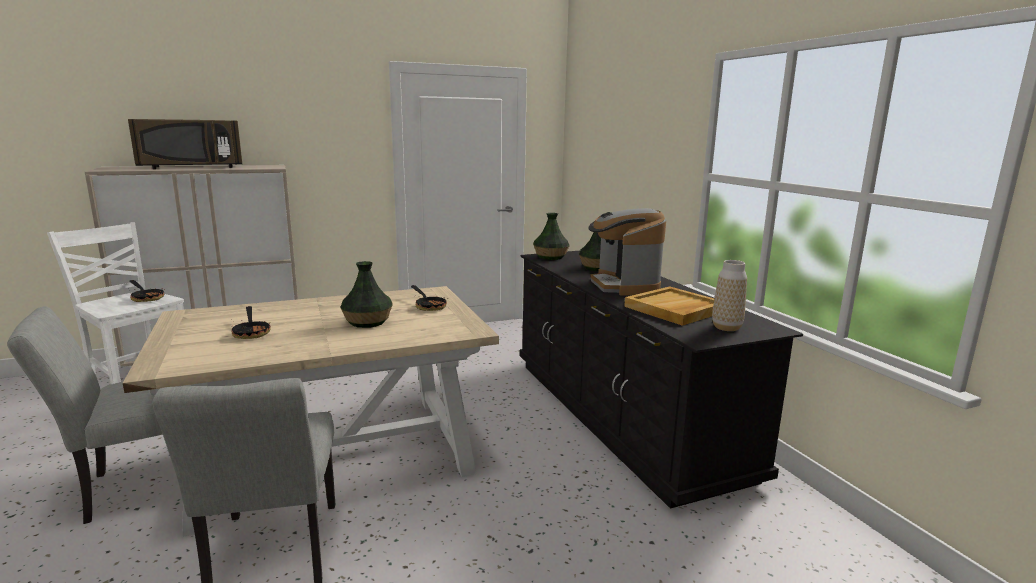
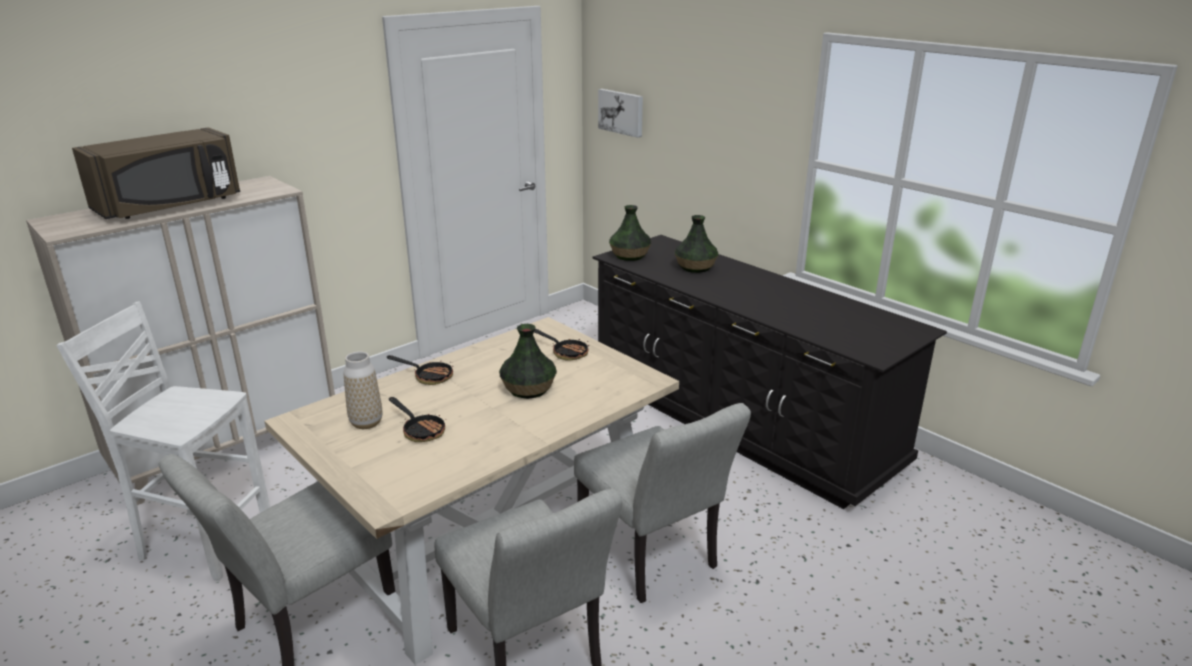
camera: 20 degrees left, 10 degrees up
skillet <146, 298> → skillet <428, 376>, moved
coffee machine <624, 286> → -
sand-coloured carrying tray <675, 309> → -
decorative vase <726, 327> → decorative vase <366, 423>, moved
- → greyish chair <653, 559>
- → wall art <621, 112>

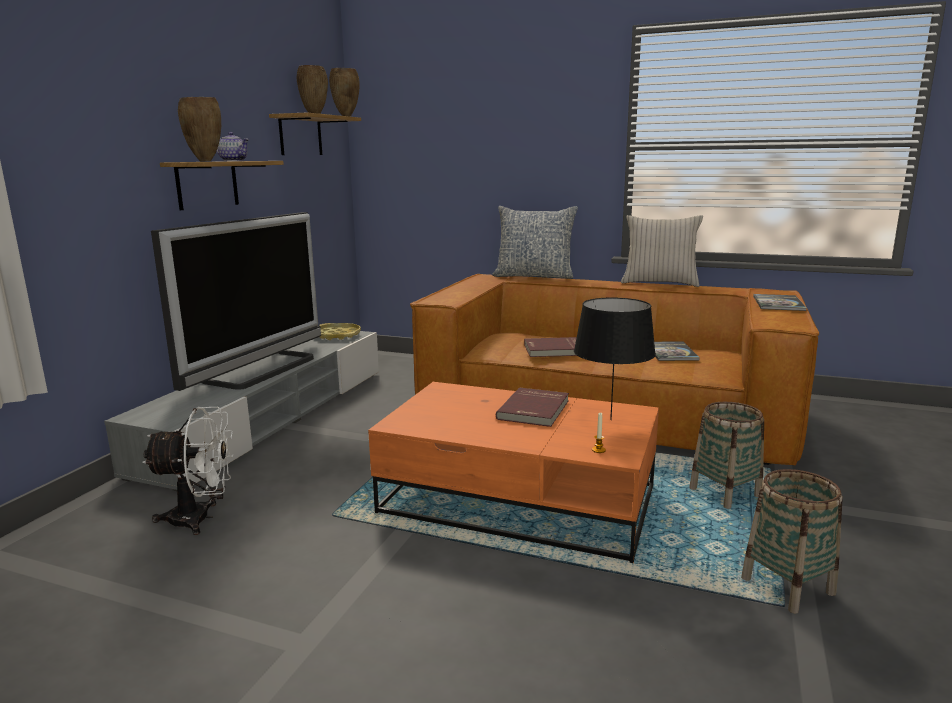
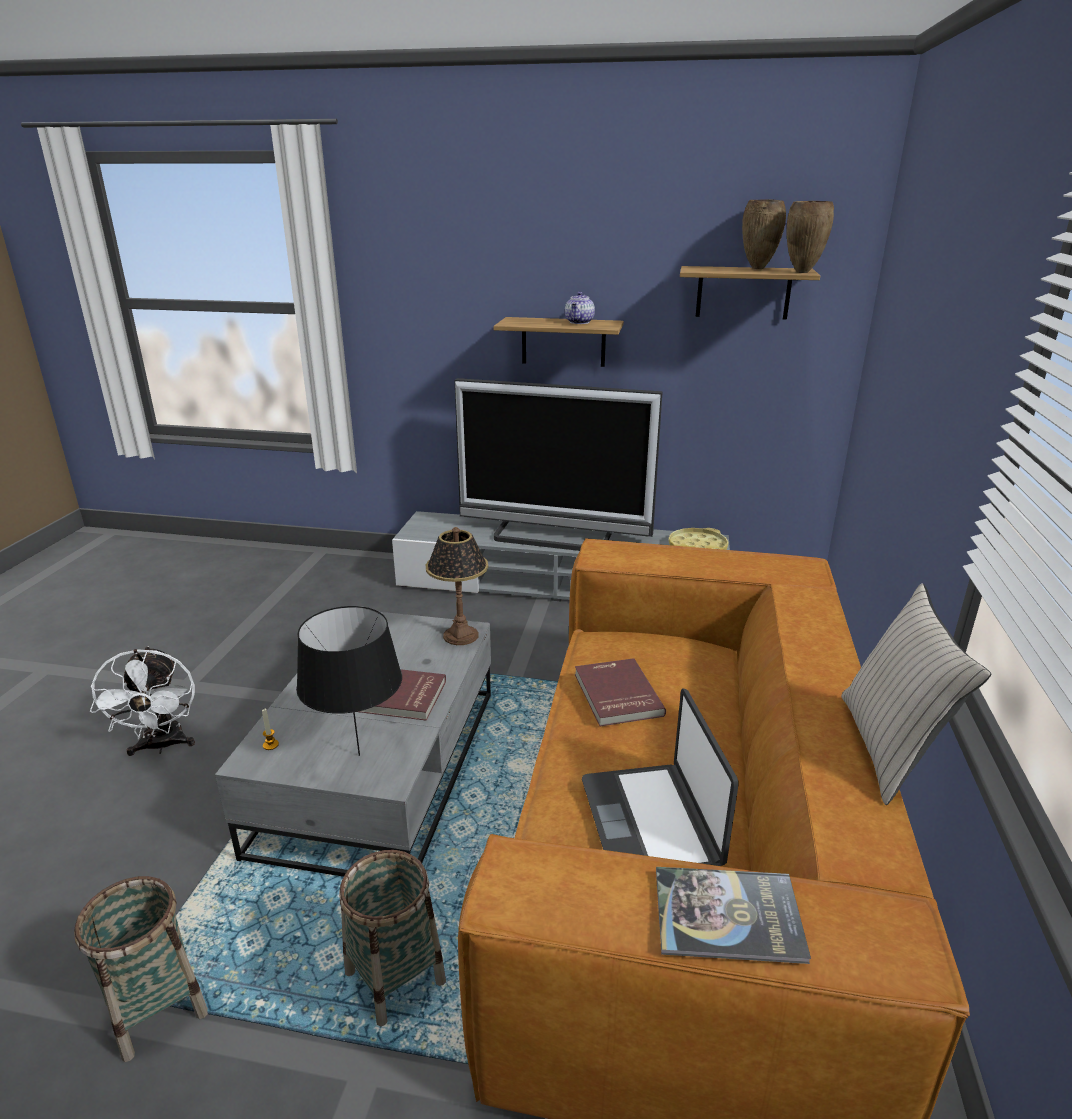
camera: 80 degrees right, 10 degrees up
white cooling fan <200, 518> → white cooling fan <162, 746>, moved
brown-coloured decorative vase <204, 161> → -
orange low table <520, 500> → greyish low table <381, 770>
pillow <534, 276> → -
bound book <671, 352> → portable computer <651, 822>
- → table lamp <460, 636>

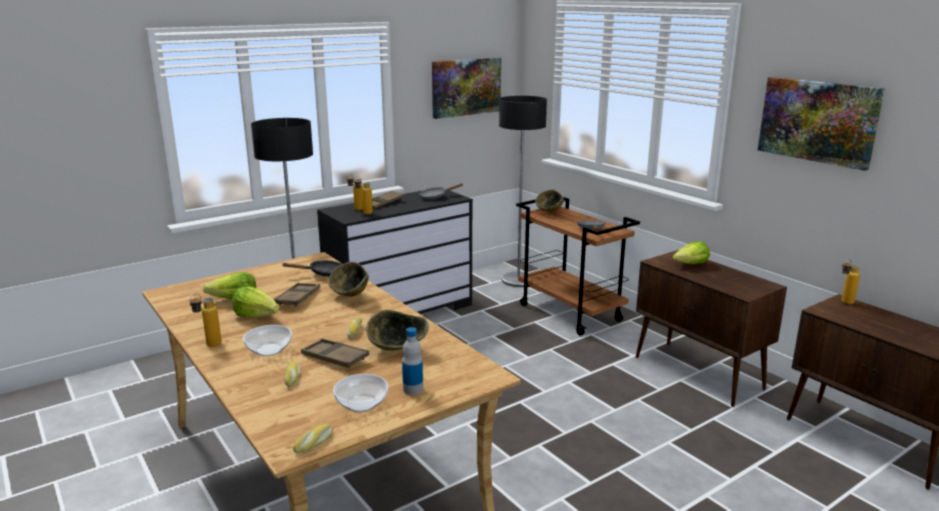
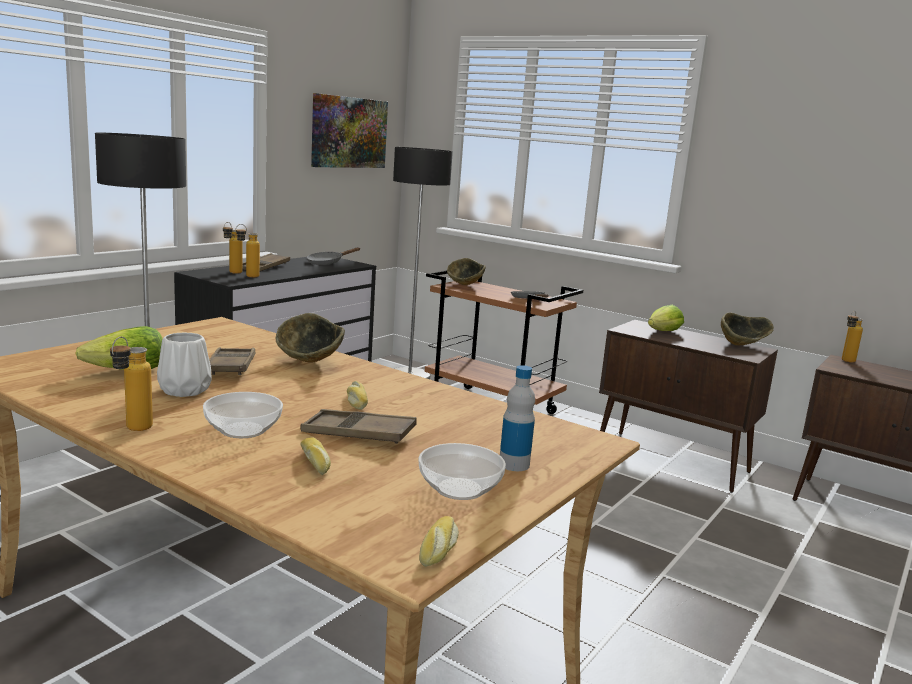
camera: 20 degrees left, 5 degrees down
lettuce <257, 316> → white decorative vase <184, 390>
black-coloured skillet <323, 274> → -
bowl <397, 349> → bowl <742, 345>, moved
wall art <818, 121> → -

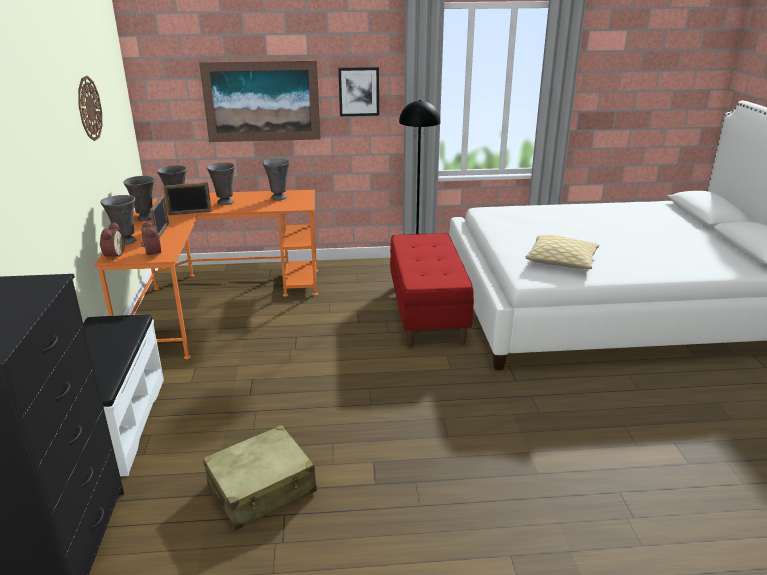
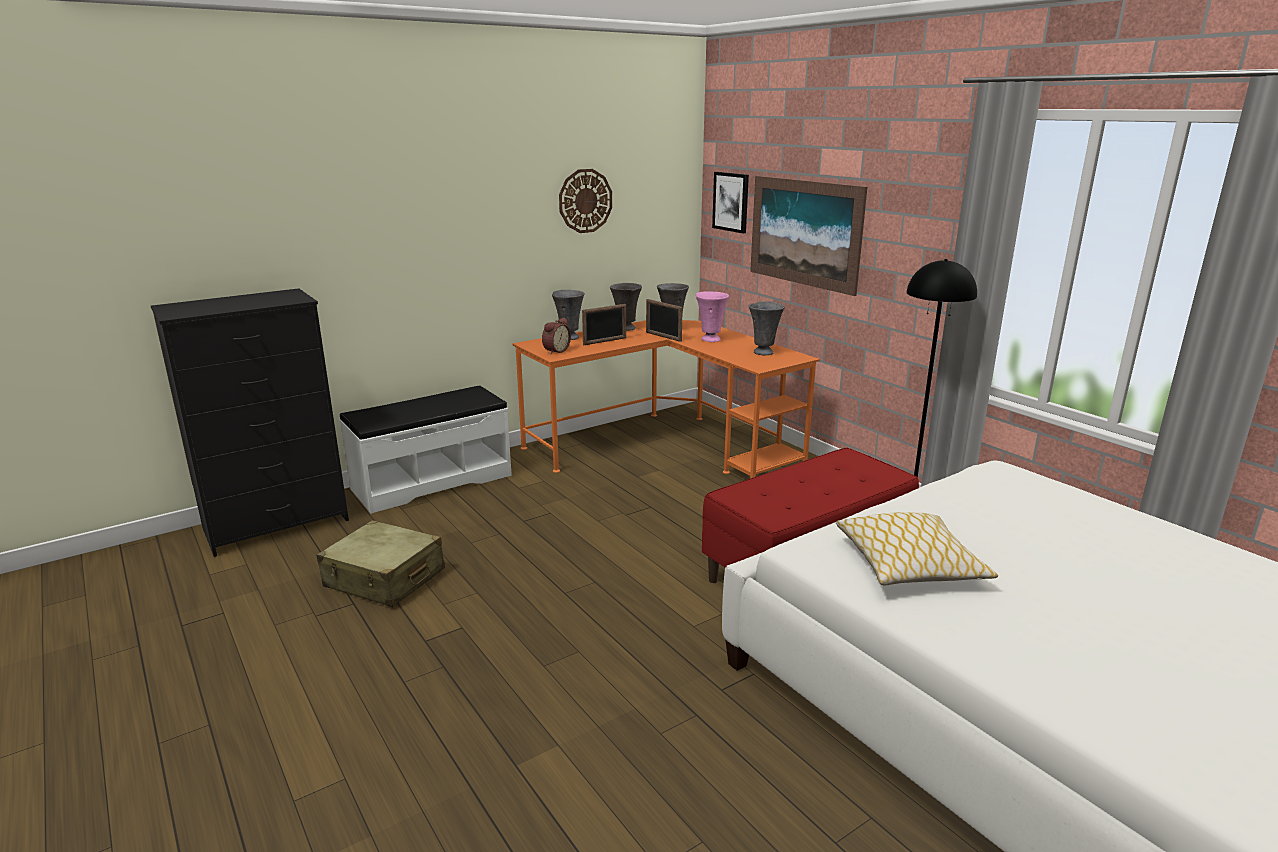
camera: 60 degrees right, 5 degrees down
table clock <113, 255> → -
greyish decorative vase <224, 203> → pink decorative vase <710, 339>
wall art <359, 91> → wall art <731, 202>, moved

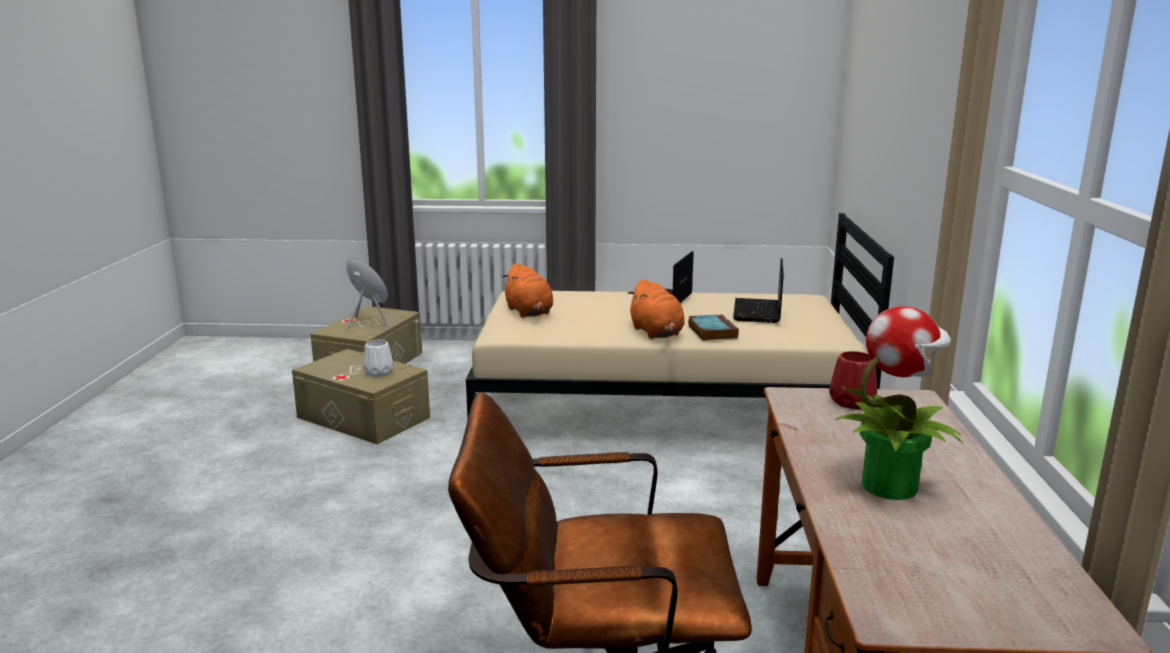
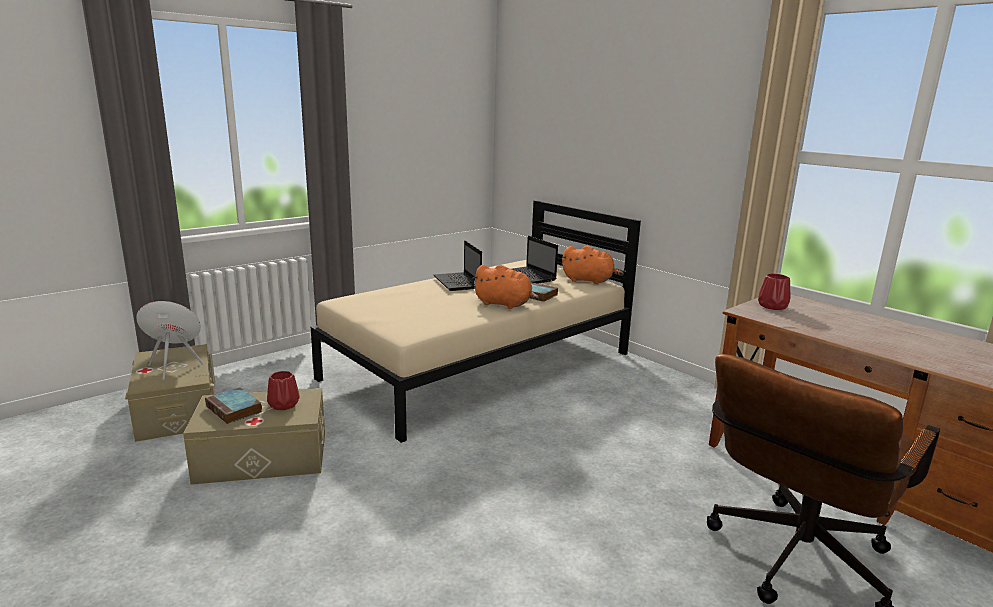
camera: 45 degrees left, 0 degrees up
white decorative vase <378, 372> → reddish decorative vase <283, 405>
orange plush toy <529, 313> → orange plush toy <589, 281>, moved
houseplant <890, 485> → -
- → bound book <235, 409>

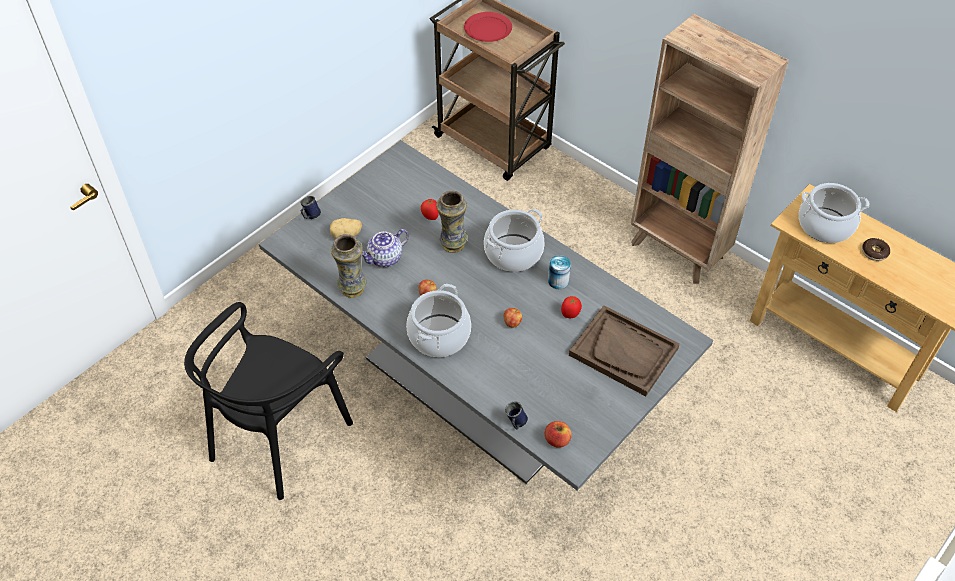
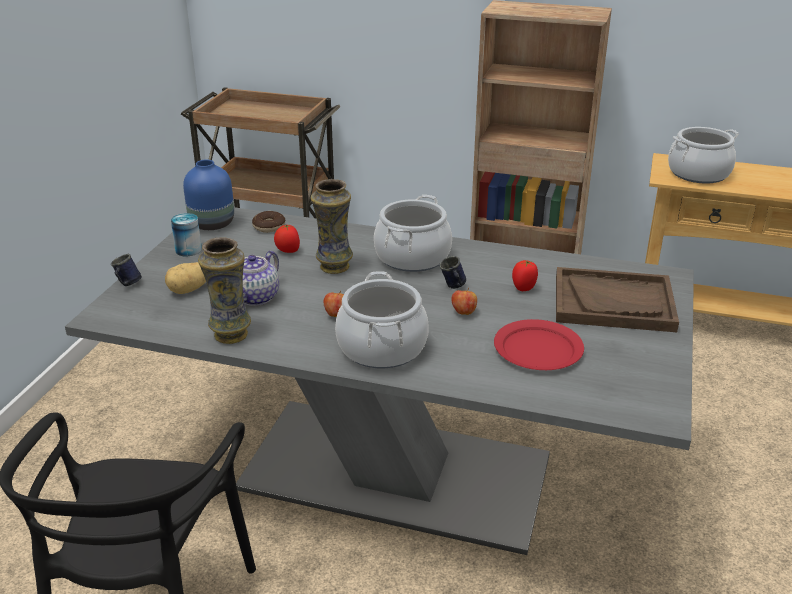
camera: 25 degrees left, 20 degrees down
reddish flat dish <488, 29> → reddish flat dish <538, 349>, moved
bluish mug <515, 424> → bluish mug <453, 287>, moved
apple <557, 440> → -
metal can <558, 281> → metal can <188, 250>, moved
donut <874, 252> → donut <269, 227>, moved
- → bluish decorative vase <212, 223>

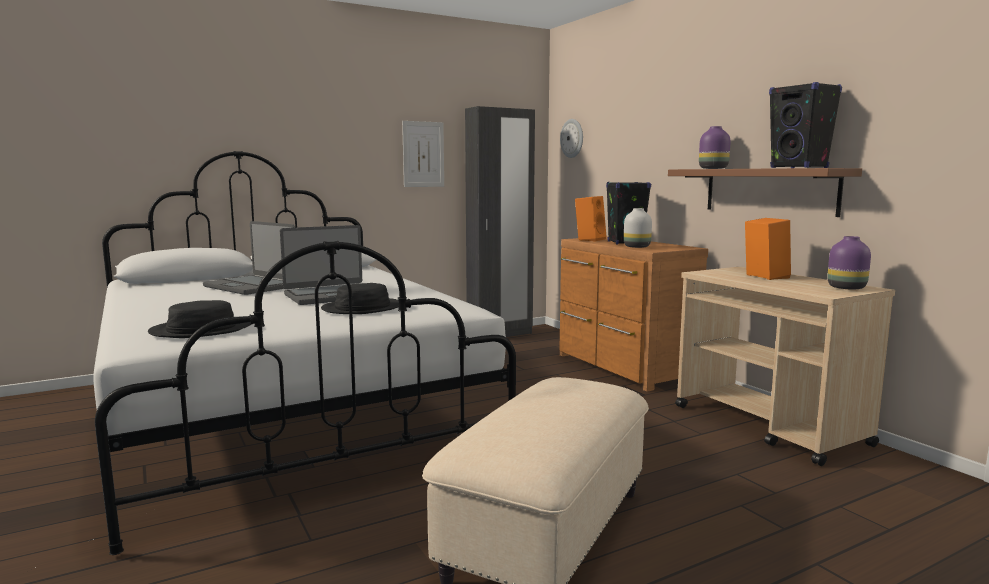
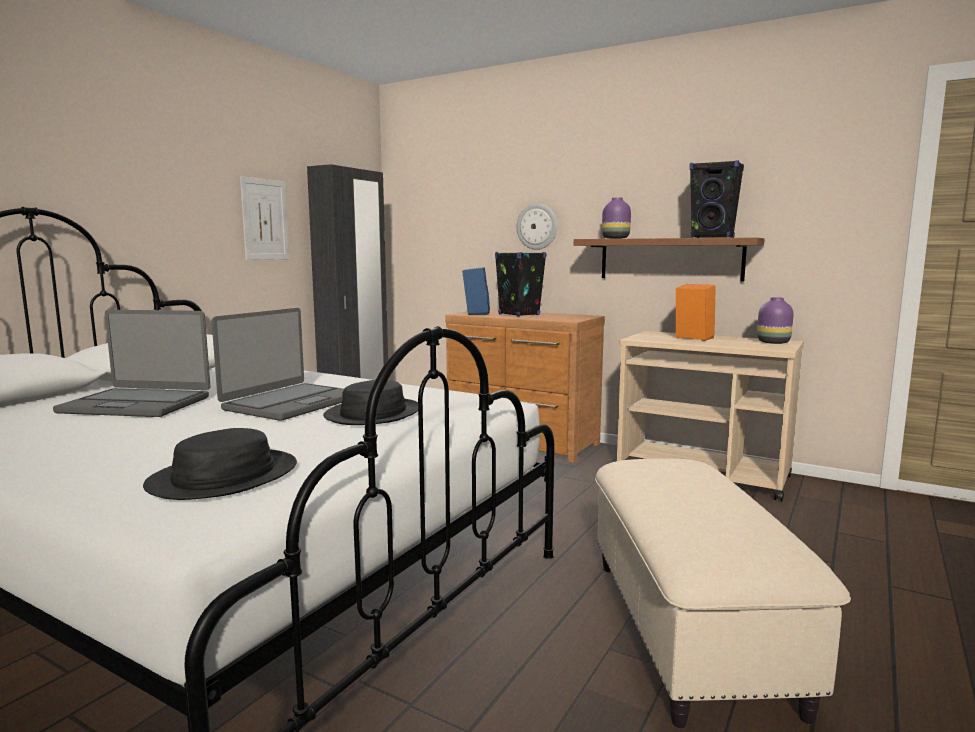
camera: 30 degrees left, 0 degrees up
wall clock <572, 138> → wall clock <537, 226>, moved
orange audio speaker <589, 239> → bluish audio speaker <475, 313>
white decorative vase <637, 247> → -

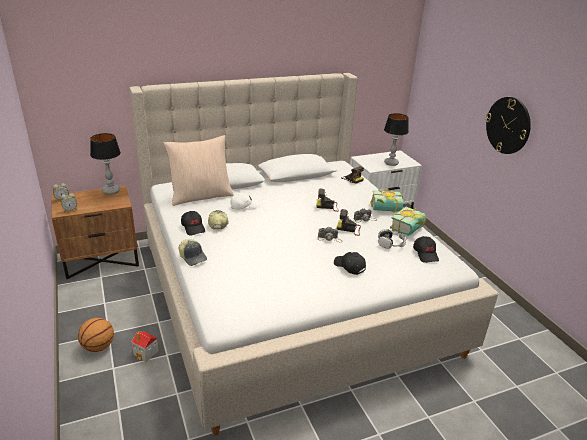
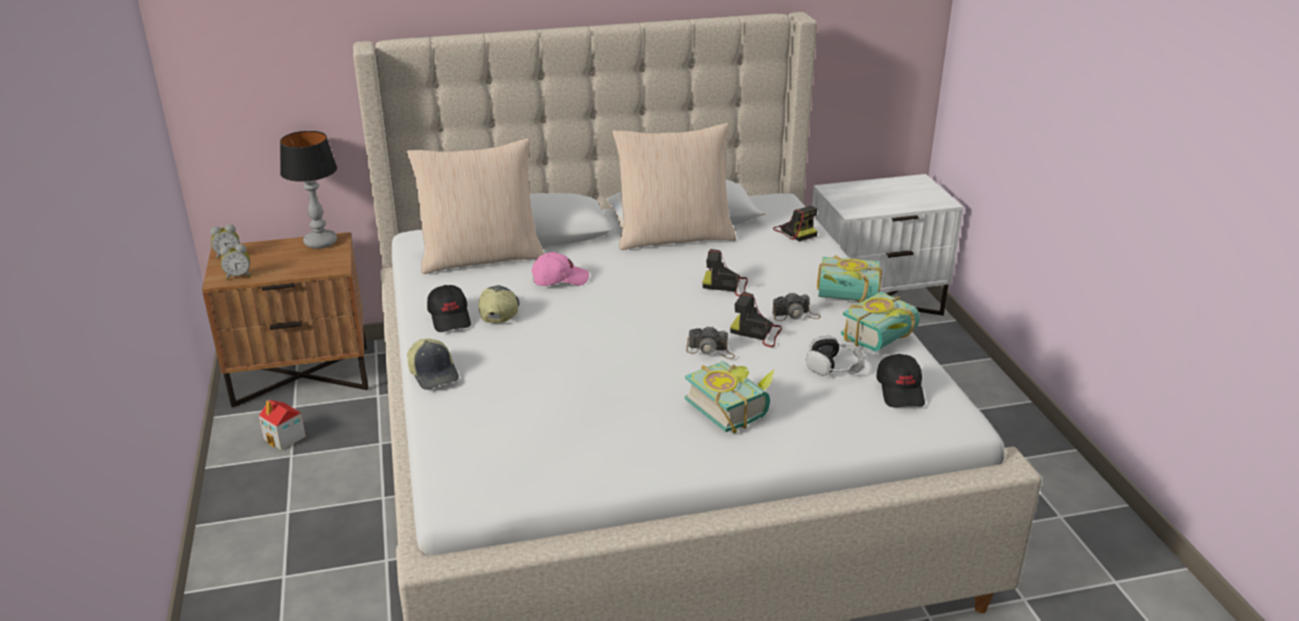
camera: 10 degrees right, 0 degrees up
basketball ball <98, 346> → -
model house <146, 353> → model house <285, 438>, moved
white cap <244, 206> → pink cap <559, 279>
black-coloured cap <349, 267> → bound book <733, 408>
table lamp <391, 163> → -
wall clock <508, 125> → -
- → sand-coloured pillow <674, 236>

